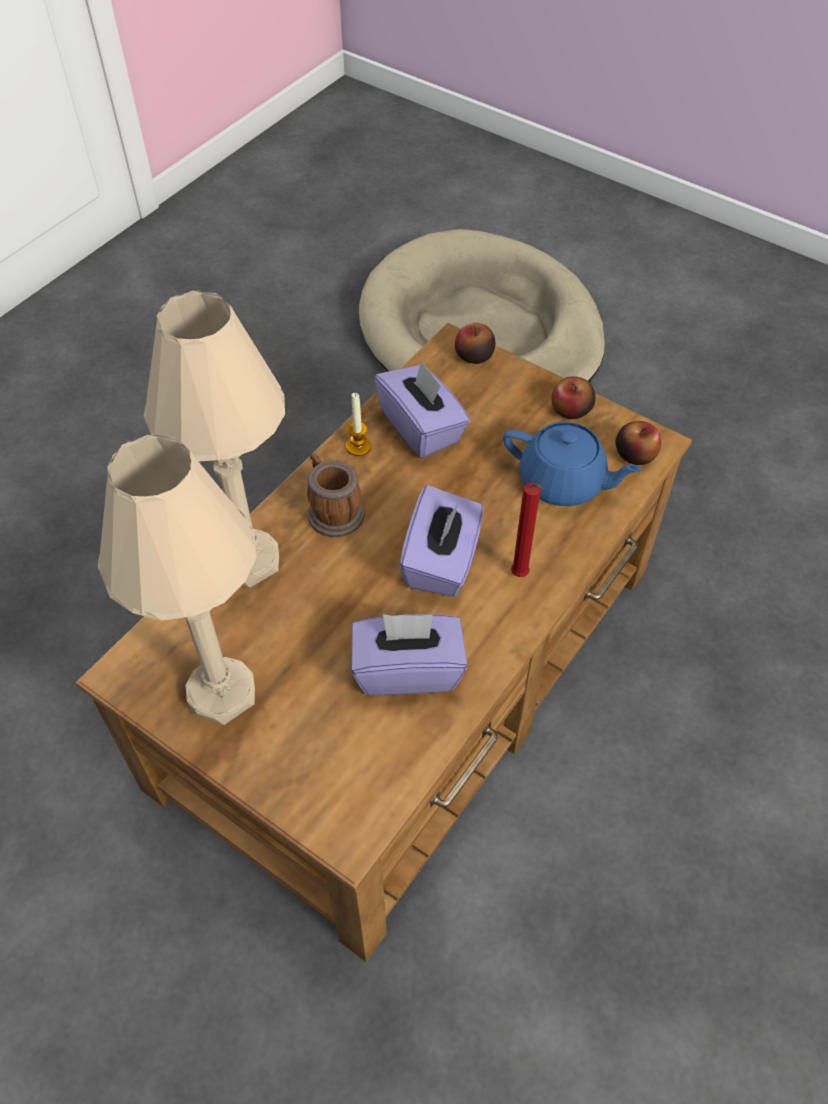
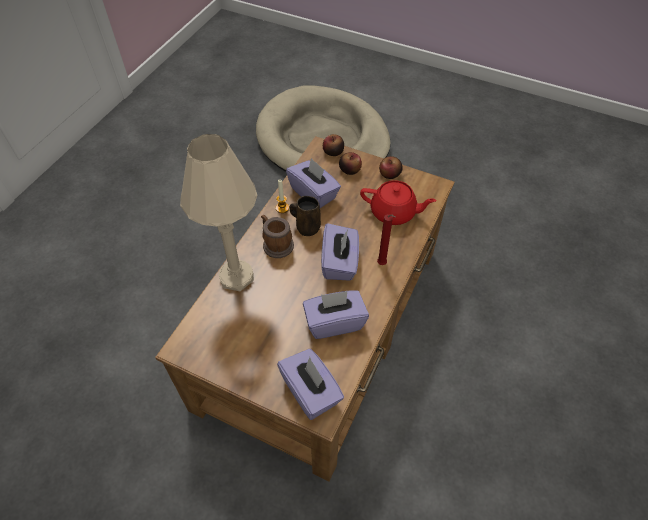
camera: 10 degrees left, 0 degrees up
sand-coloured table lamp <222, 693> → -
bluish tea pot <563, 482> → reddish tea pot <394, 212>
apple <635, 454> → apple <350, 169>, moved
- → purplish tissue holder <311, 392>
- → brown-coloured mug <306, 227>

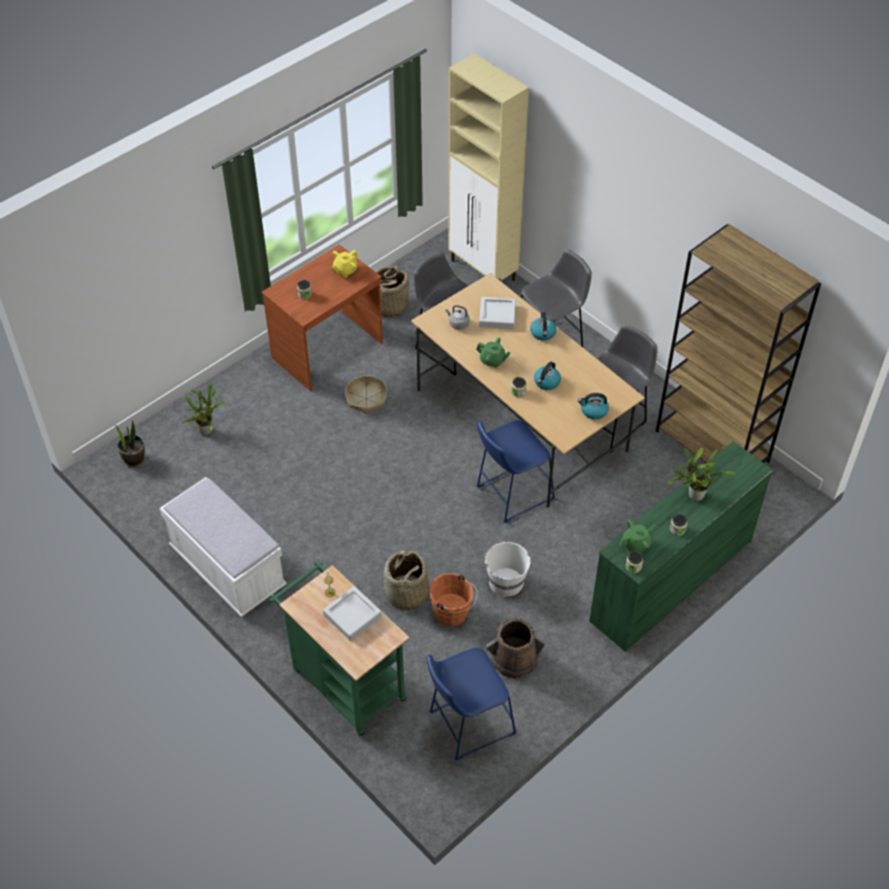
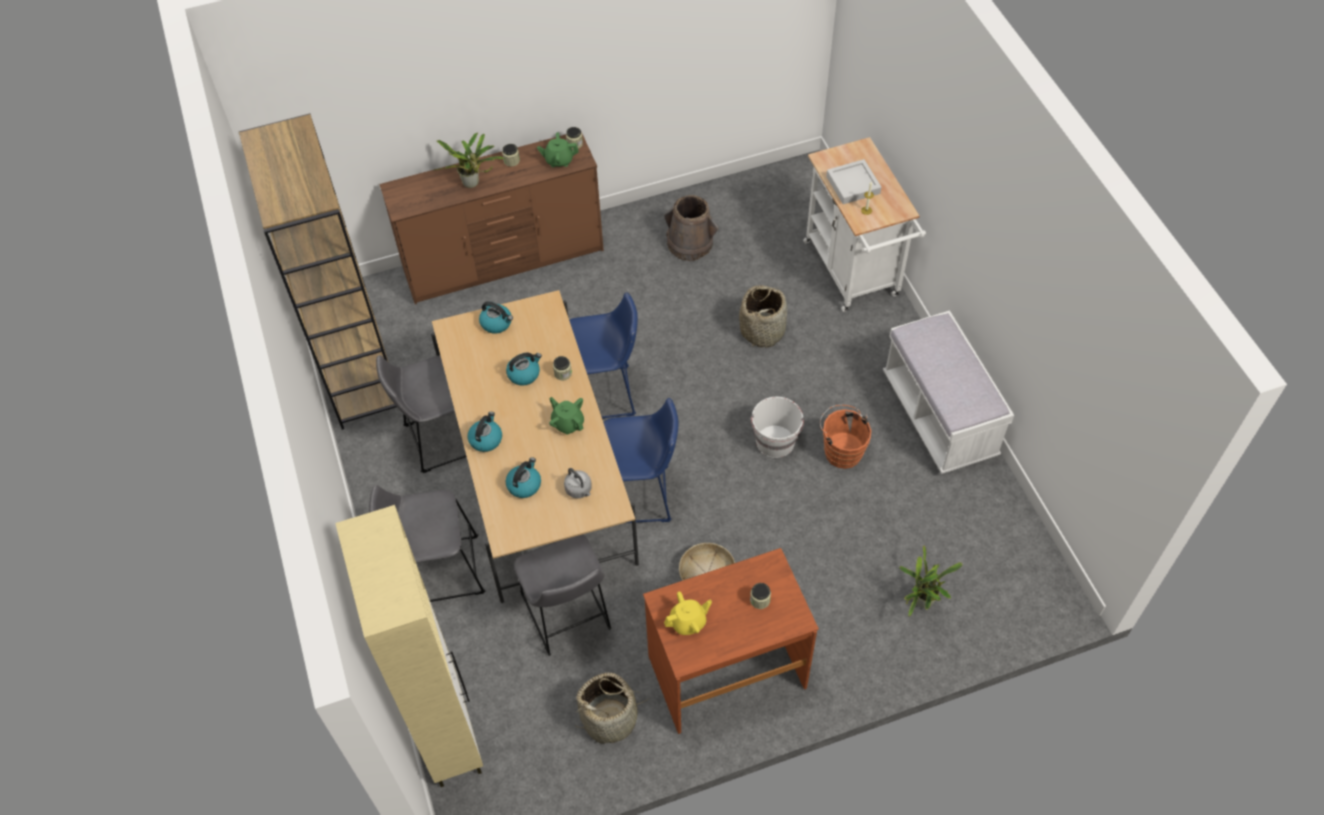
camera: 155 degrees left, 5 degrees up
houseplant <134, 459> → -
green-coloured cart <344, 681> → white cart <854, 273>
bluish sitting stool <467, 724> → bluish sitting stool <638, 496>, moved
orange water bucket <453, 613> → orange water bucket <841, 450>, moved
greyish carrying tray <497, 315> → water kettle <524, 484>
white water bucket <505, 581> → white water bucket <775, 442>, moved
green-coloured dresser <670, 580> → brown-coloured dresser <504, 261>

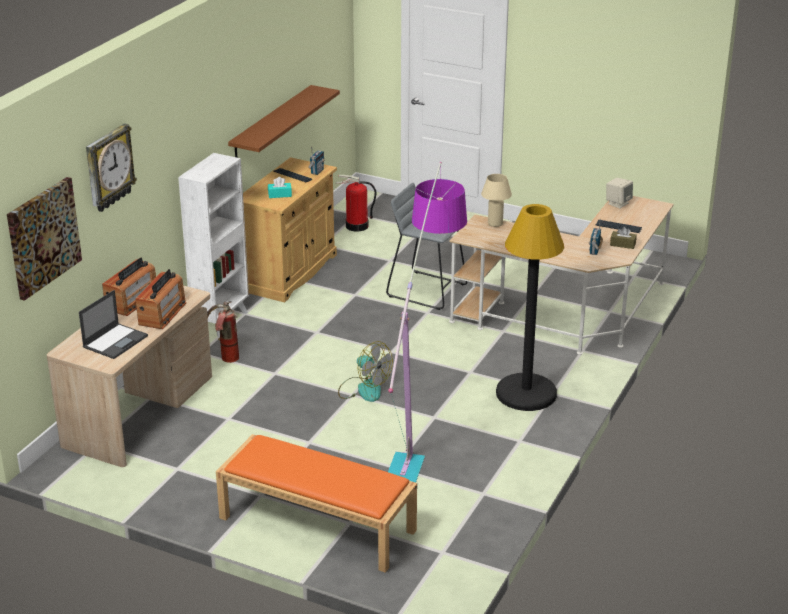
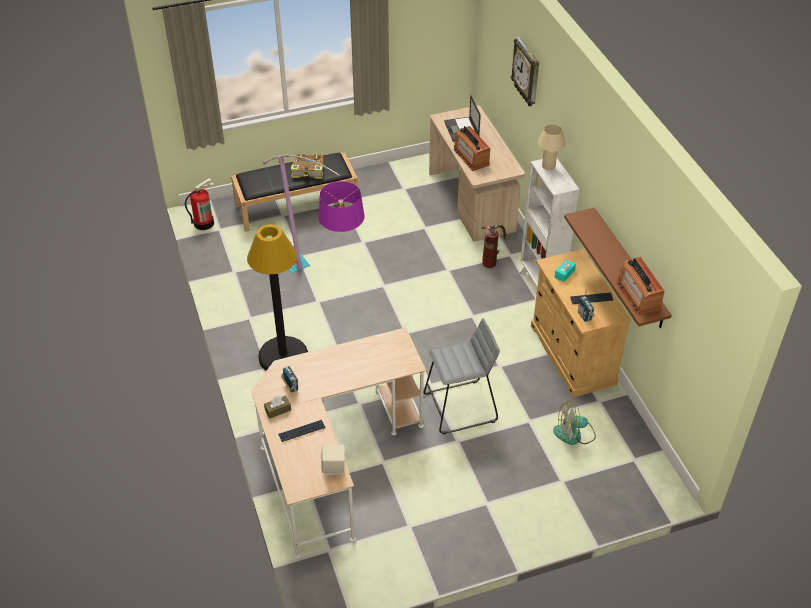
camera: 135 degrees right, 15 degrees up
wall art <43, 237> → -
radio <132, 300> → radio <638, 296>, moved
orange bench <316, 524> → black-coloured bench <297, 205>
fire extinguisher <356, 226> → fire extinguisher <204, 223>, moved
cooling fan <363, 389> → cooling fan <574, 434>, moved
sand-coloured table lamp <495, 223> → sand-coloured table lamp <548, 166>, moved
- → bound book <308, 171>

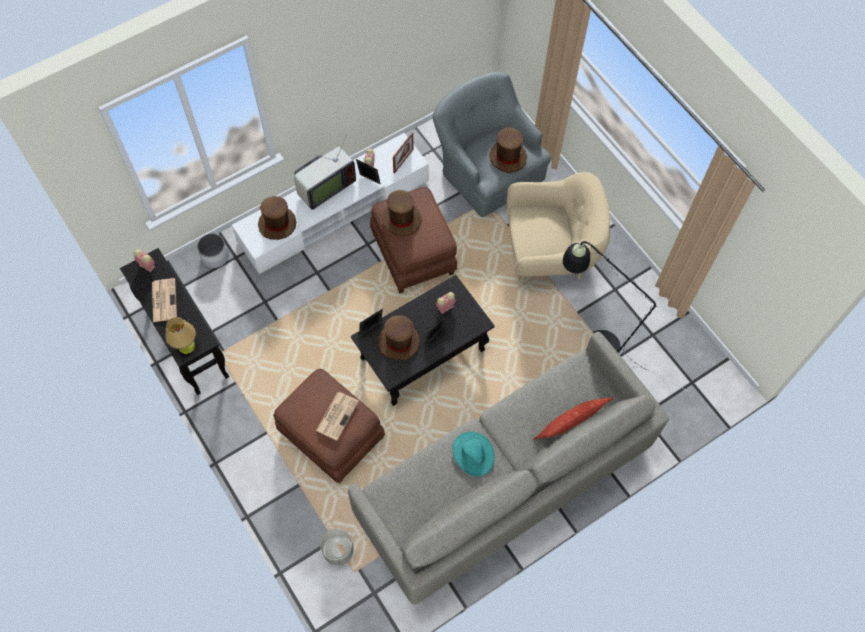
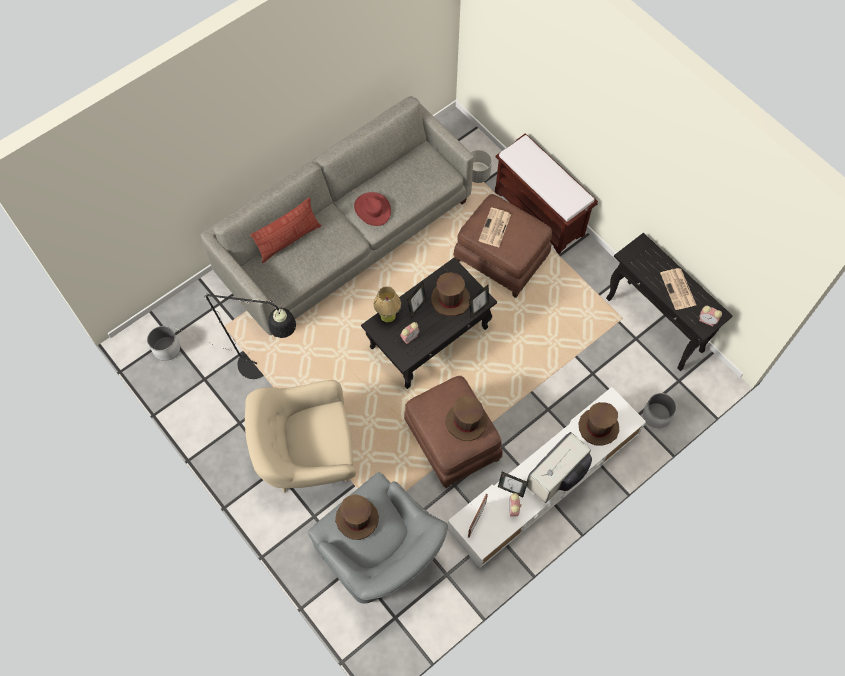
camera: 175 degrees right, 0 degrees up
table lamp <186, 346> → table lamp <388, 315>, moved
turquoise clothing hat <473, 454> → reddish clothing hat <372, 209>
- → white planter <166, 348>
- → brown-coloured bench <540, 213>

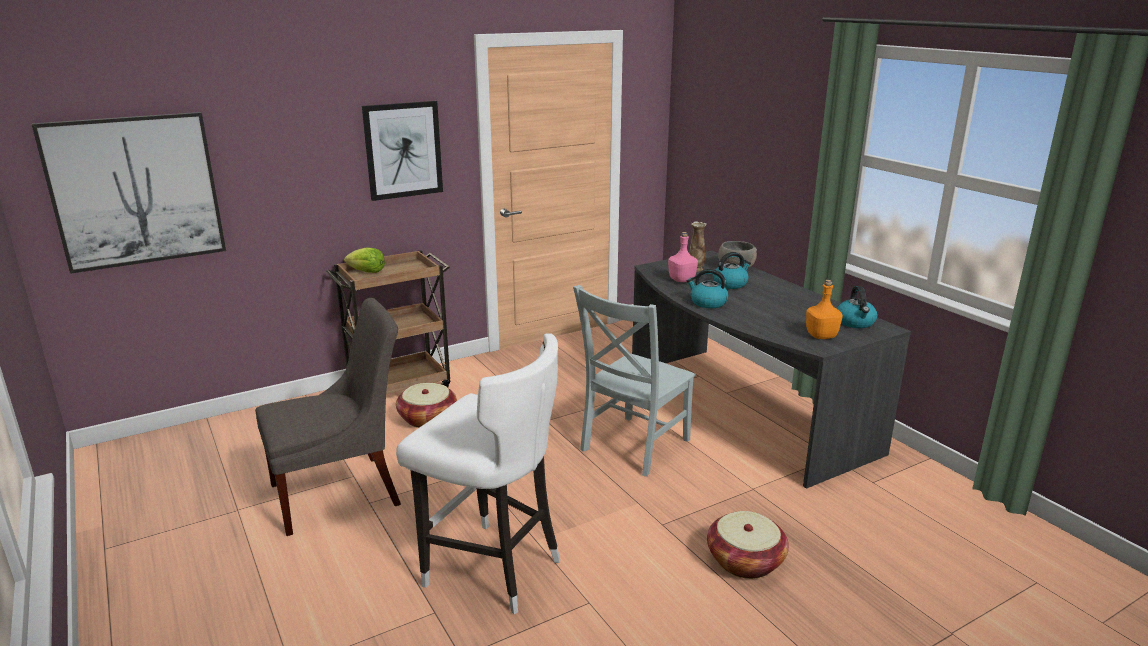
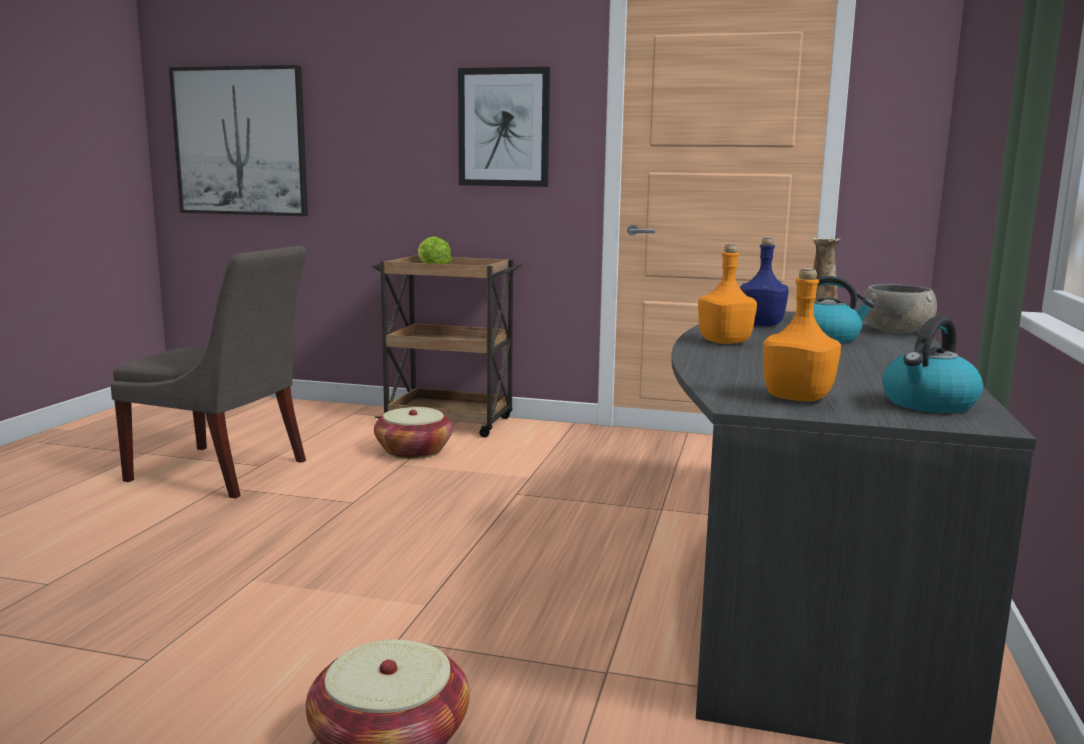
camera: 45 degrees right, 10 degrees down
white sitting stool <492, 569> → -
greyish chair <632, 447> → -
pink drink bottle <682, 280> → bluish drink bottle <762, 325>
water kettle <707, 303> → orange drink bottle <724, 342>

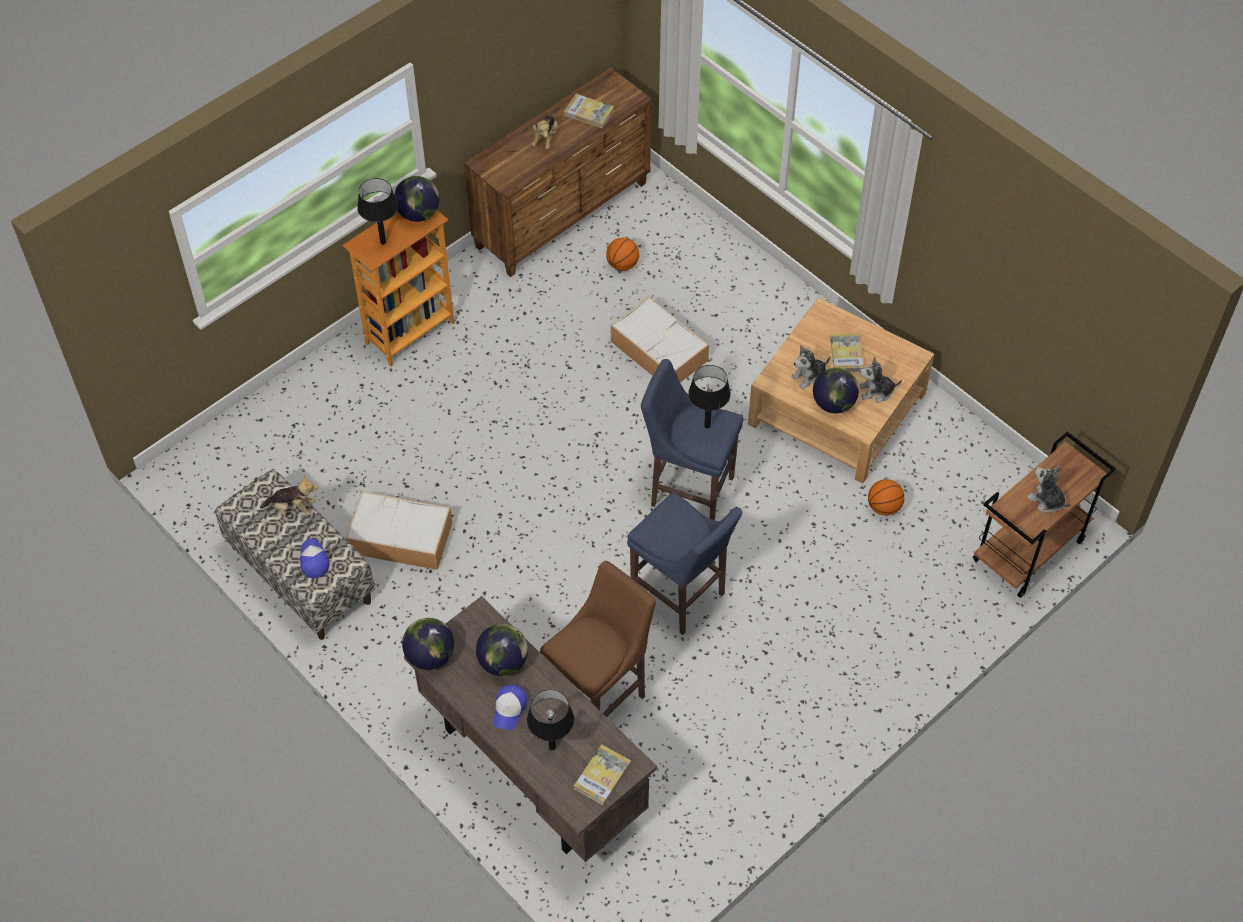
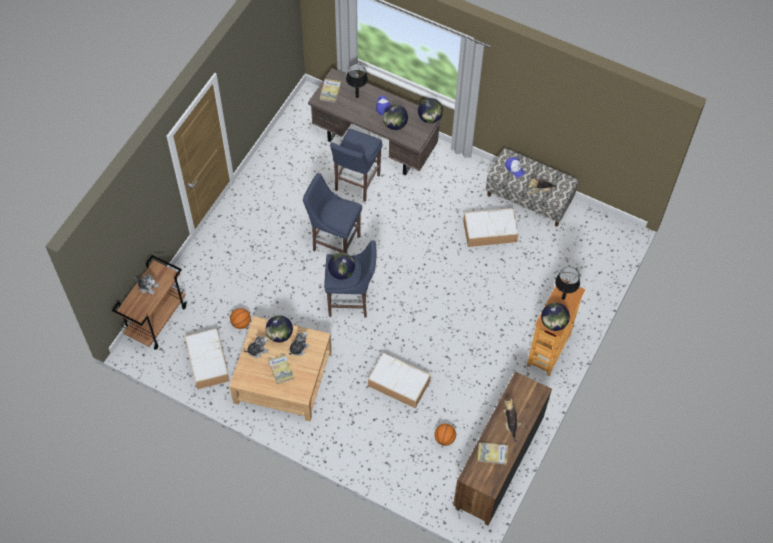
camera: 160 degrees right, 5 degrees up
brown-coloured sitting stool <600, 696> → bluish sitting stool <356, 184>
black-coloured table lamp <707, 426> → world globe <341, 272>
- → storage container <207, 361>

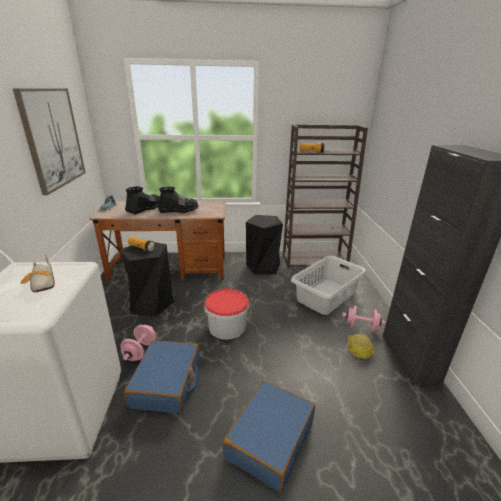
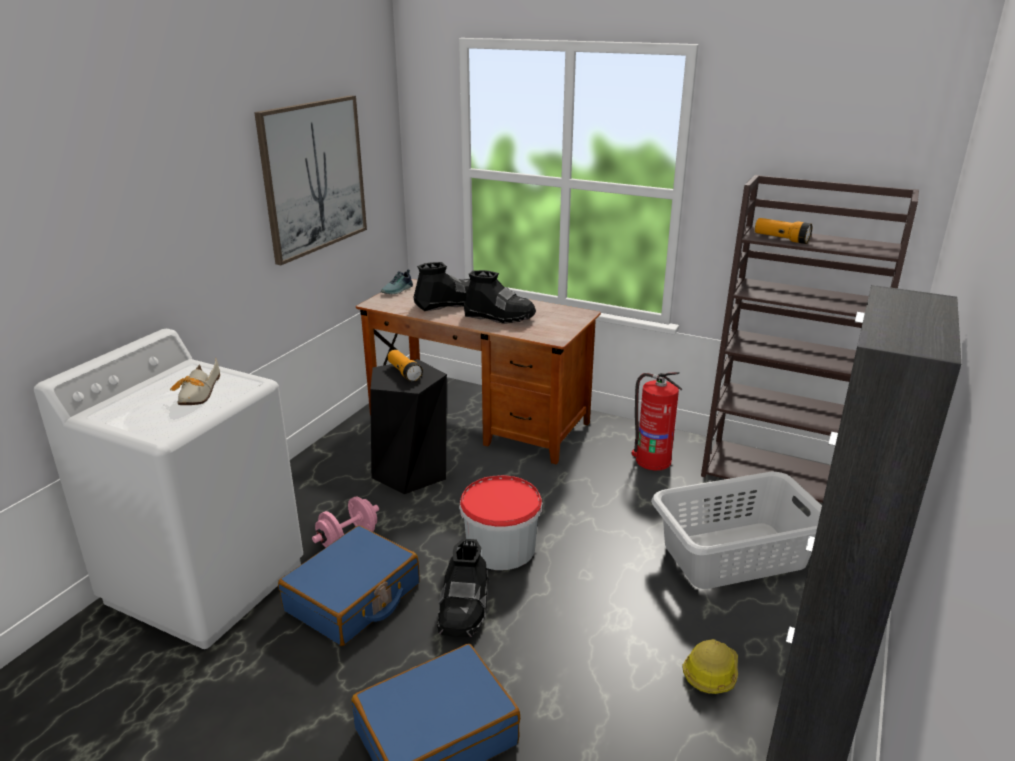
camera: 30 degrees right, 0 degrees up
black-coloured sitting stool <263, 267> → fire extinguisher <652, 460>
pink dumbbell <361, 327> → -
- → black-coloured high-top boot <464, 609>

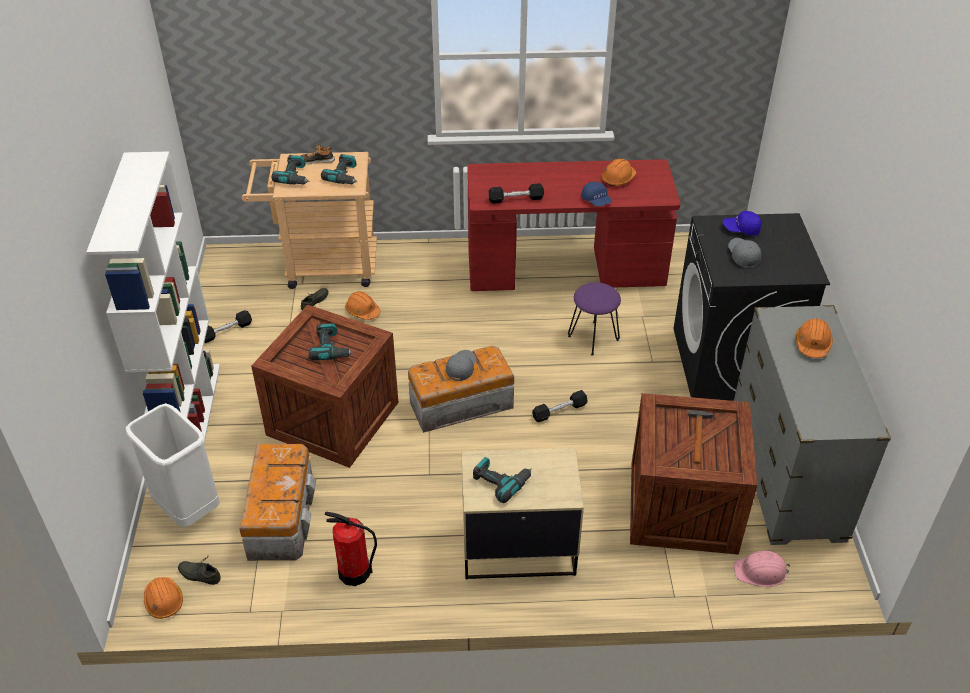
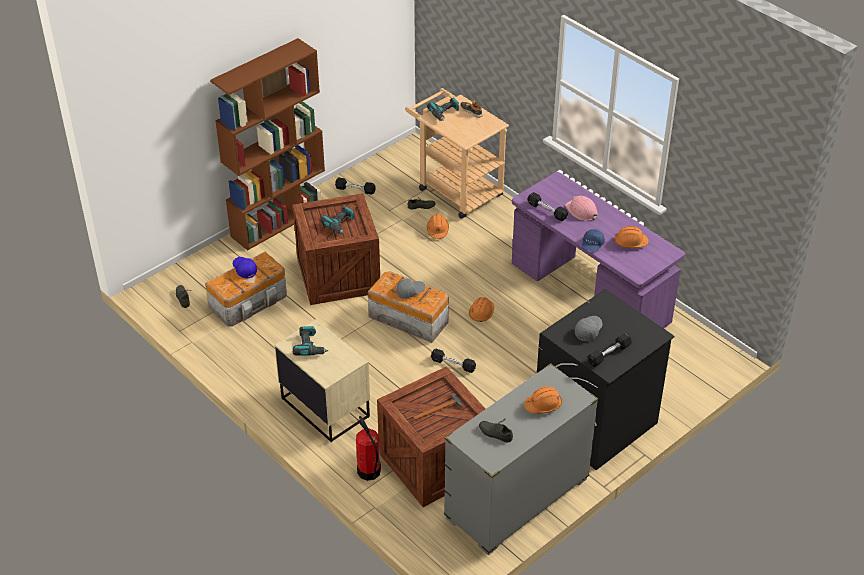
camera: 50 degrees right, 0 degrees up
white bookshelf <189, 414> → brown-coloured bookshelf <279, 220>
white rubbish bin <187, 509> → -
orange hard hat <164, 601> → orange hard hat <481, 313>, moved
electric drill <345, 176> → -
fire extinguisher <354, 573> → fire extinguisher <369, 471>, moved
reddish desk unit <565, 270> → purplish desk unit <589, 294>
purplish sitting stool <593, 338> → -
bluish cap <741, 229> → bluish cap <244, 270>, moved
pink hard hat <761, 572> → pink hard hat <581, 211>, moved
- → greyish item of footwear <496, 433>
- → black-coloured dumbbell <609, 354>

